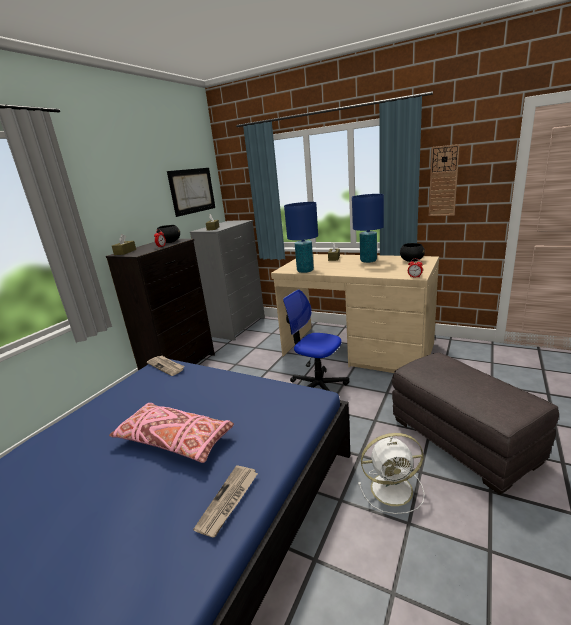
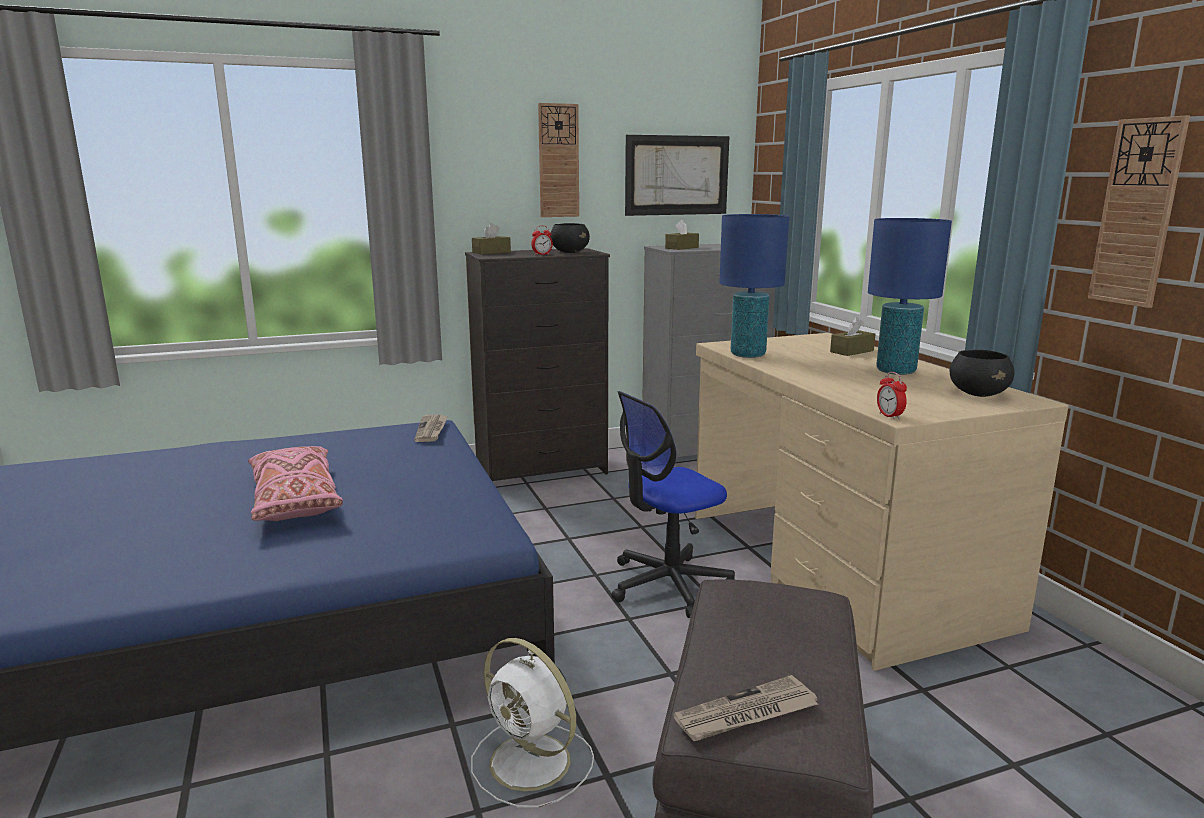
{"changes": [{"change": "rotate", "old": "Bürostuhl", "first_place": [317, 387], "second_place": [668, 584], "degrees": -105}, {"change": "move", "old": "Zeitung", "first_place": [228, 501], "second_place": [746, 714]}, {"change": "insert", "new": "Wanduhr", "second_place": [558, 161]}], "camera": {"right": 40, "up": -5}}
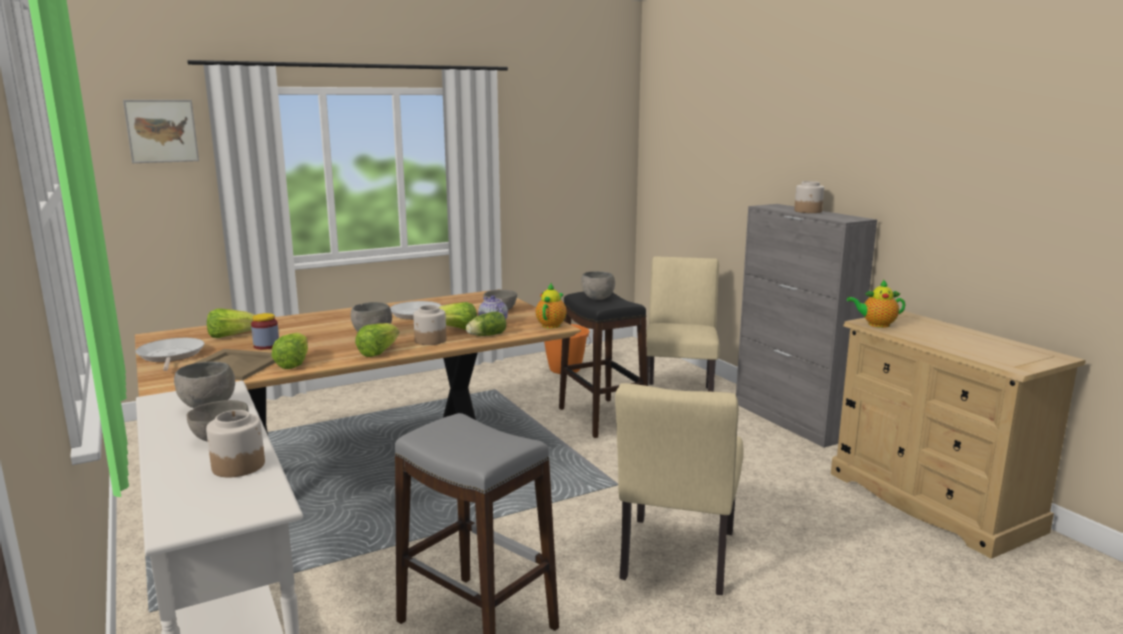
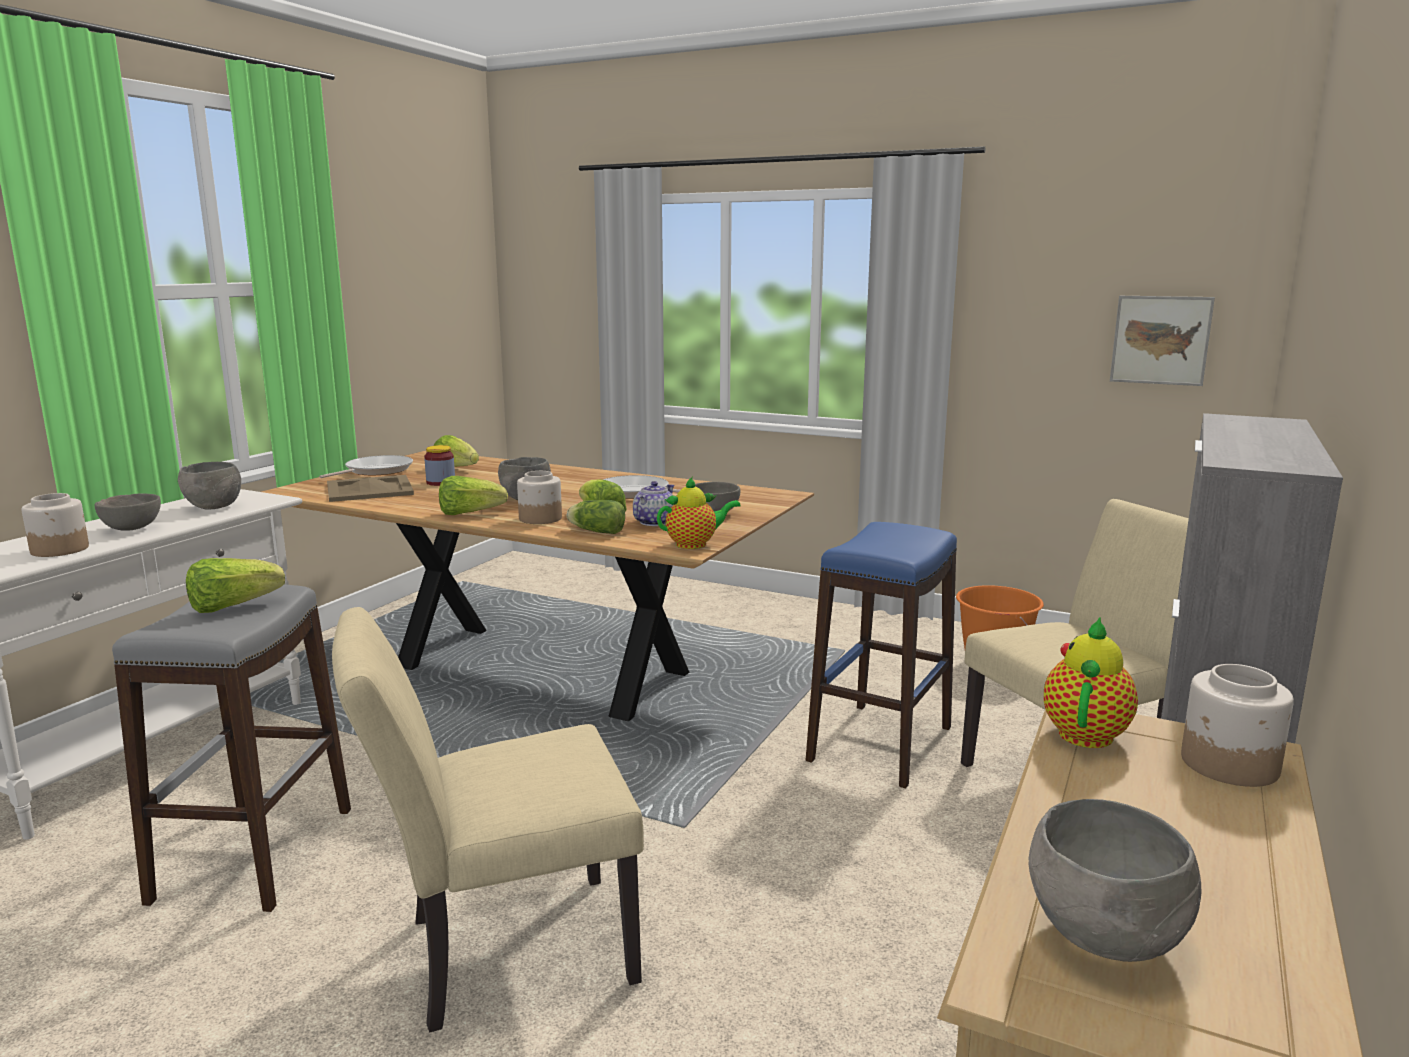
{"changes": [{"change": "move", "old": "Bild", "first_place": [161, 131], "second_place": [1160, 340]}, {"change": "move", "old": "Vorratsglas", "first_place": [808, 211], "second_place": [1229, 765]}, {"change": "move", "old": "Schüssel (grau)", "first_place": [598, 298], "second_place": [1105, 940]}, {"change": "rotate", "old": "Teekanne", "first_place": [876, 324], "second_place": [1086, 732], "degrees": 60}, {"change": "recolor", "old": "Hocker (schwarz)", "new": "Hocker (blau)", "first_place": [602, 418], "second_place": [880, 744]}, {"change": "move", "old": "Salatkopf", "first_place": [293, 363], "second_place": [233, 606]}], "camera": {"right": 55, "up": 0}}
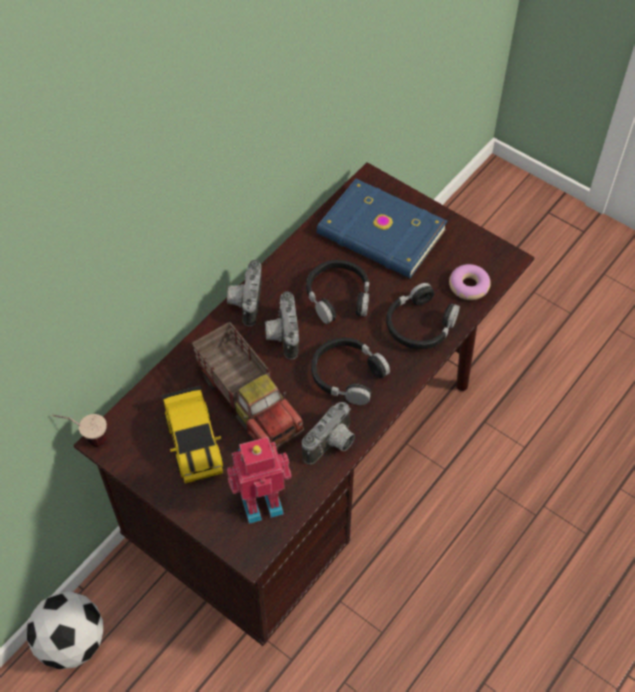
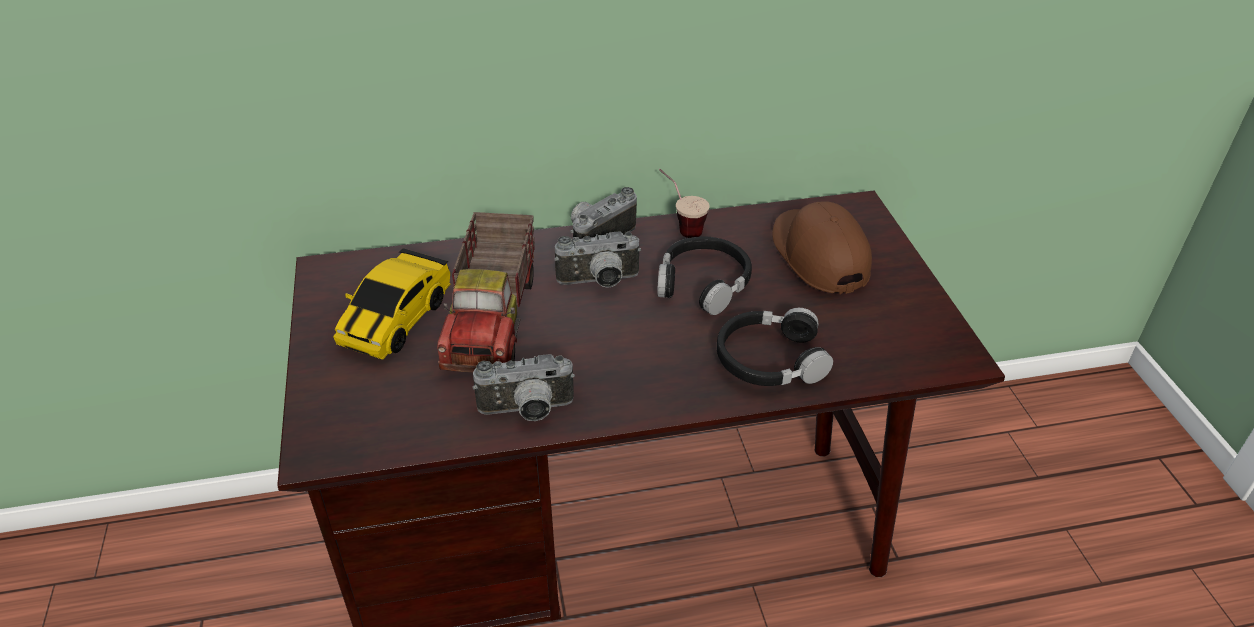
{"changes": [{"change": "replace", "old": "Buch (blau)", "new": "Kappe (braun)", "first_place": [381, 234], "second_place": [818, 255]}, {"change": "delete", "old": "Donut", "first_place": [468, 286]}, {"change": "rotate", "old": "Kamera", "first_place": [281, 335], "second_place": [599, 282], "degrees": -135}, {"change": "delete", "old": "Kopfhörer (schwarz)", "first_place": [347, 375]}, {"change": "move", "old": "Tasse", "first_place": [86, 439], "second_place": [680, 226]}, {"change": "delete", "old": "Spielzeugroboter", "first_place": [261, 501]}, {"change": "delete", "old": "Fußball", "first_place": [72, 642]}], "camera": {"right": 40, "up": -15}}
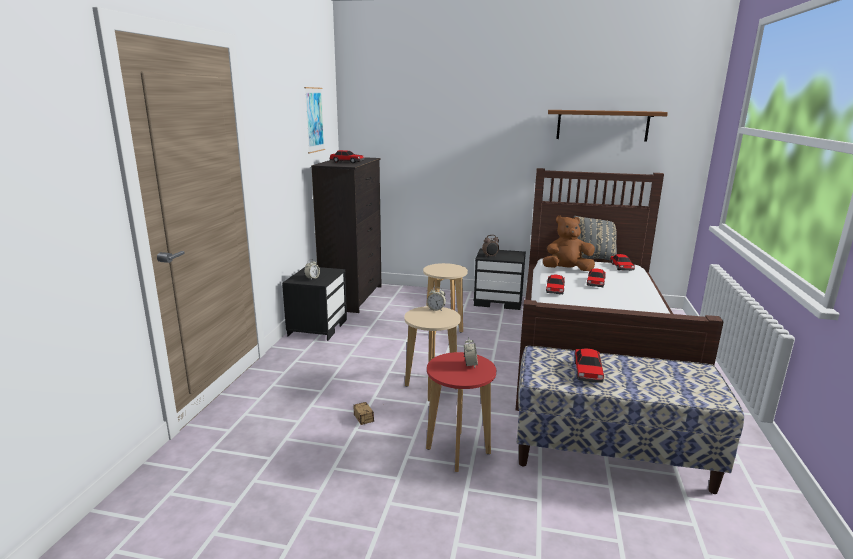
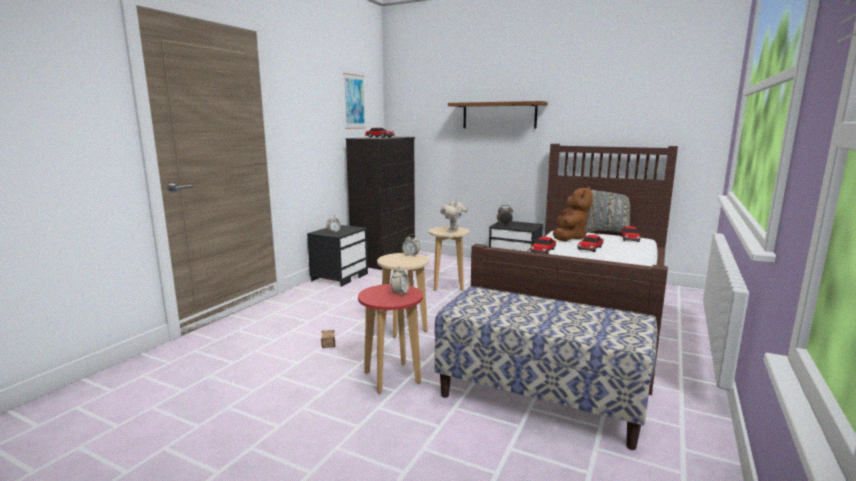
{"changes": [{"change": "move", "old": "Wandregal (braun)", "first_place": [602, 125], "second_place": [499, 115]}, {"change": "rotate", "old": "Plüschtier (braun)", "first_place": [567, 270], "second_place": [569, 238], "degrees": 105}, {"change": "delete", "old": "Spielzeugauto", "first_place": [587, 372]}, {"change": "insert", "new": "Spielzeugroboter", "second_place": [453, 231]}], "camera": {"right": 15, "up": -5}}
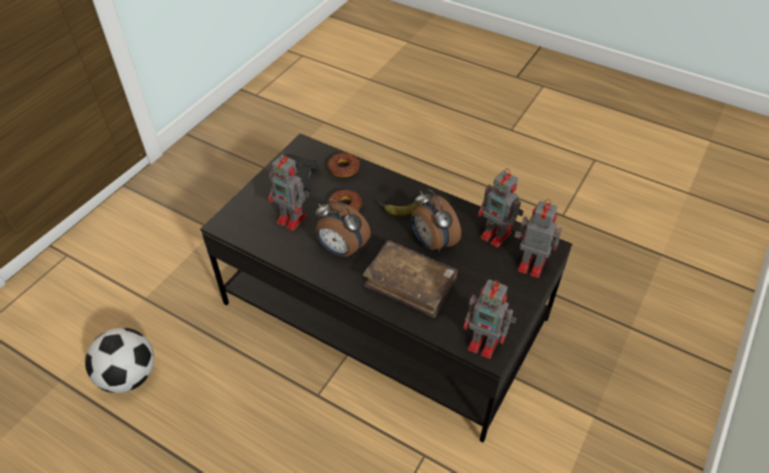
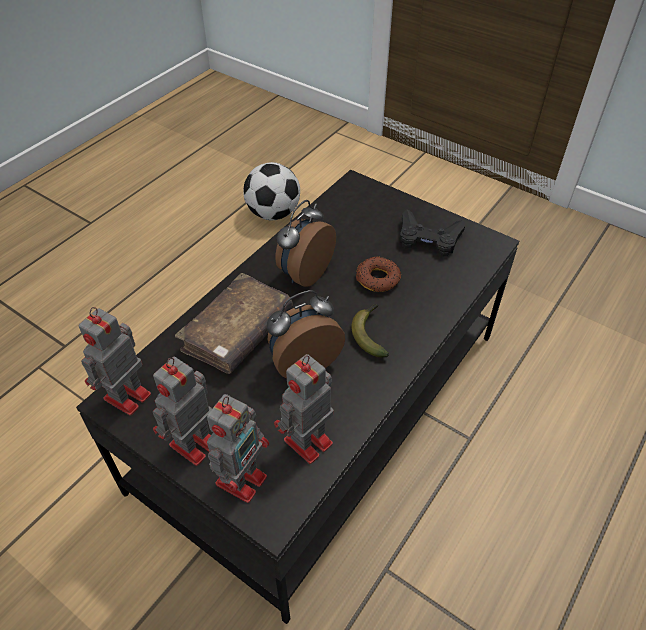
{"changes": [{"change": "move", "old": "Spielzeugroboter", "first_place": [293, 220], "second_place": [192, 446]}, {"change": "delete", "old": "Donut", "first_place": [344, 168]}], "camera": {"right": 95, "up": 0}}
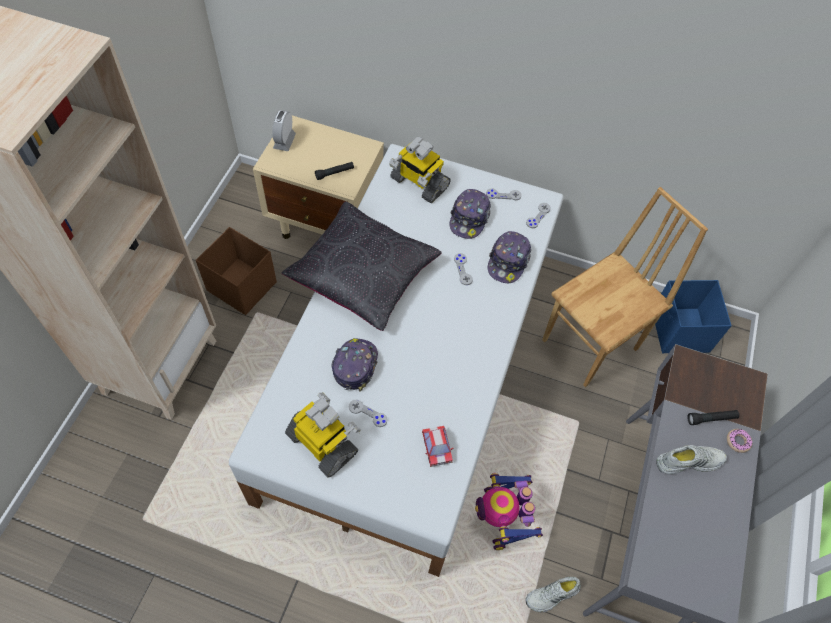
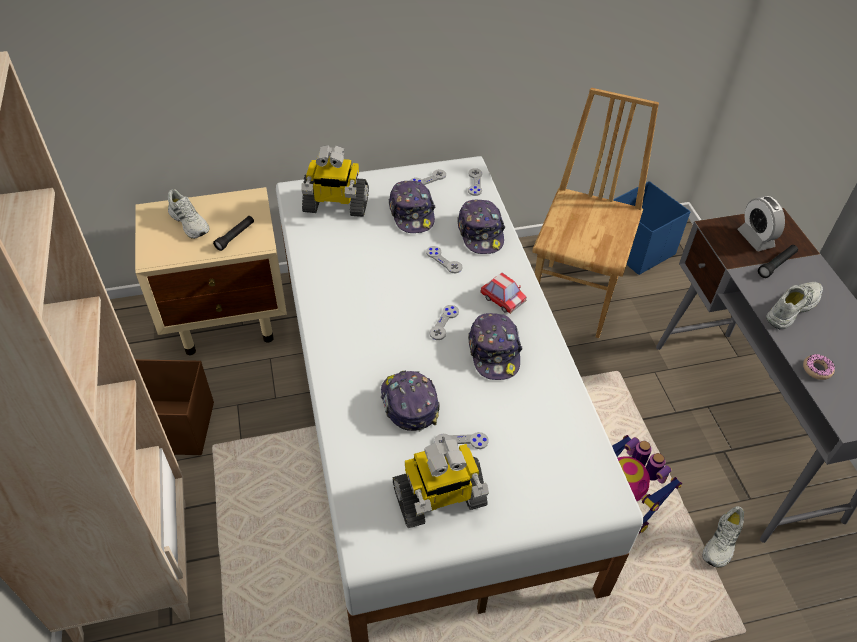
{"changes": [{"change": "move", "old": "Wecker", "first_place": [284, 141], "second_place": [755, 239]}, {"change": "delete", "old": "Kissen (schwarz)", "first_place": [363, 274]}, {"change": "rotate", "old": "Spielzeugroboter", "first_place": [323, 443], "second_place": [439, 499], "degrees": 150}, {"change": "move", "old": "Spielzeugauto", "first_place": [436, 448], "second_place": [502, 299]}, {"change": "move", "old": "Donut", "first_place": [738, 441], "second_place": [817, 369]}, {"change": "insert", "new": "Schuh (weiß)", "second_place": [190, 222]}, {"change": "insert", "new": "Gamepad (grau)", "second_place": [444, 323]}, {"change": "insert", "new": "Kappe", "second_place": [494, 352]}], "camera": {"right": -30, "up": -10}}
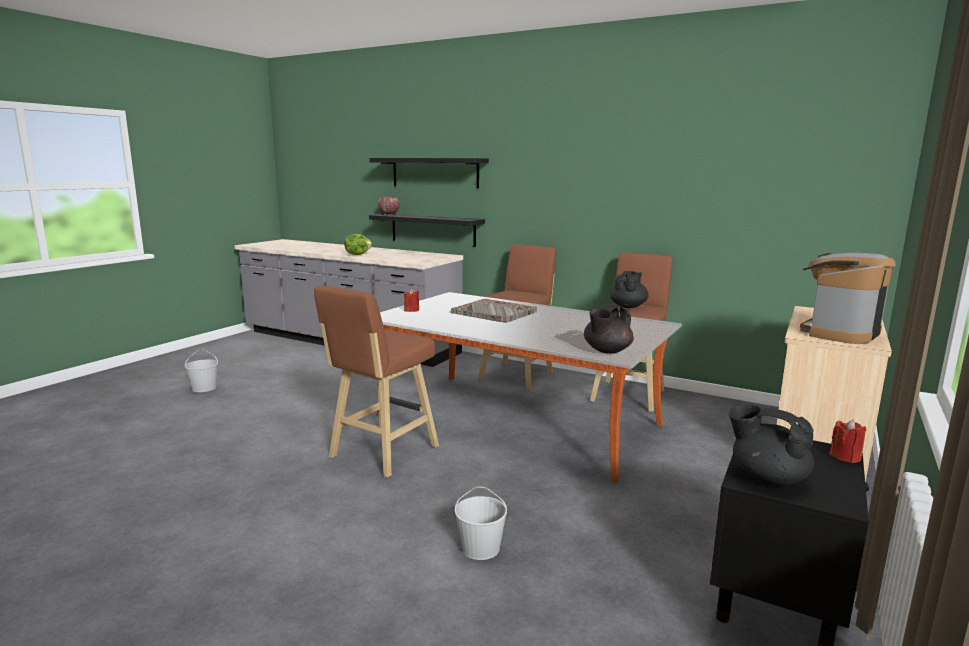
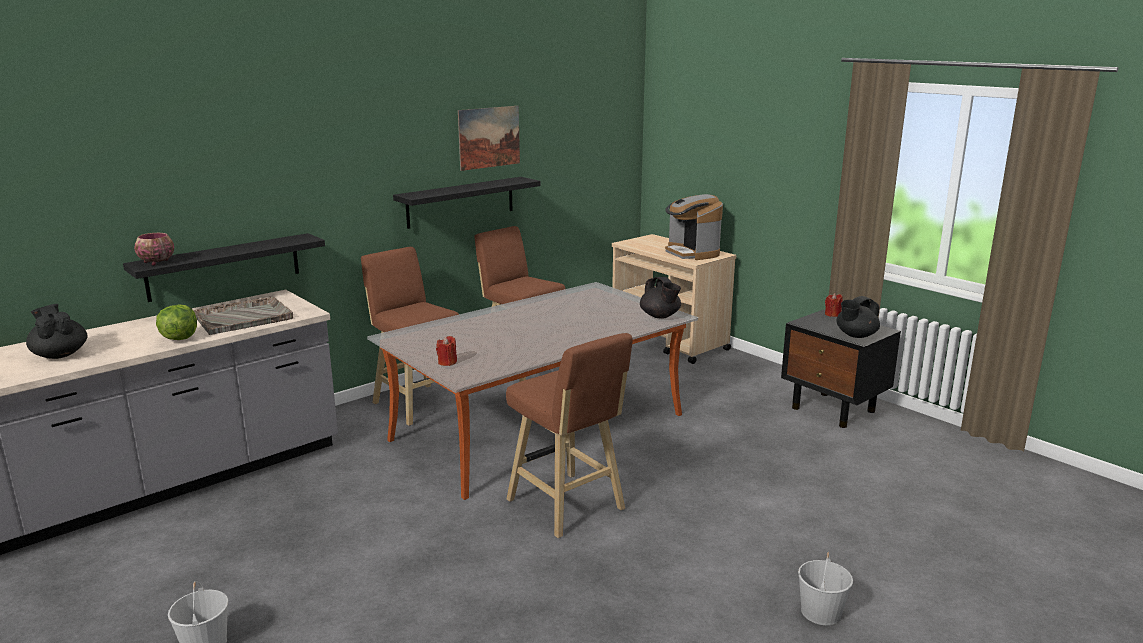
{"changes": [{"change": "move", "old": "Wandregal (schwarz)", "first_place": [434, 172], "second_place": [461, 202]}, {"change": "move", "old": "Teekanne (schwarz)", "first_place": [628, 306], "second_place": [60, 355]}, {"change": "move", "old": "Tablett (grau)", "first_place": [494, 312], "second_place": [244, 317]}, {"change": "move", "old": "Eimer (weiß)", "first_place": [479, 548], "second_place": [821, 612]}, {"change": "insert", "new": "Bild", "second_place": [489, 137]}], "camera": {"right": -70, "up": 5}}
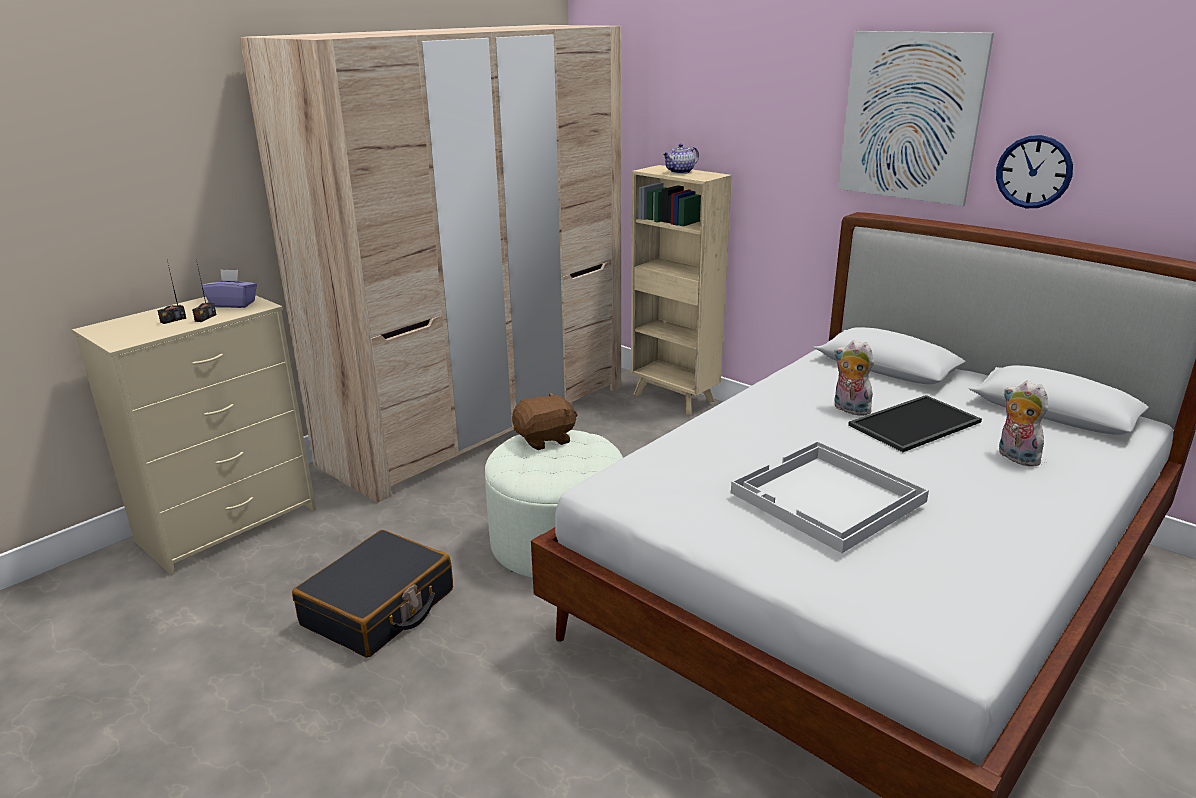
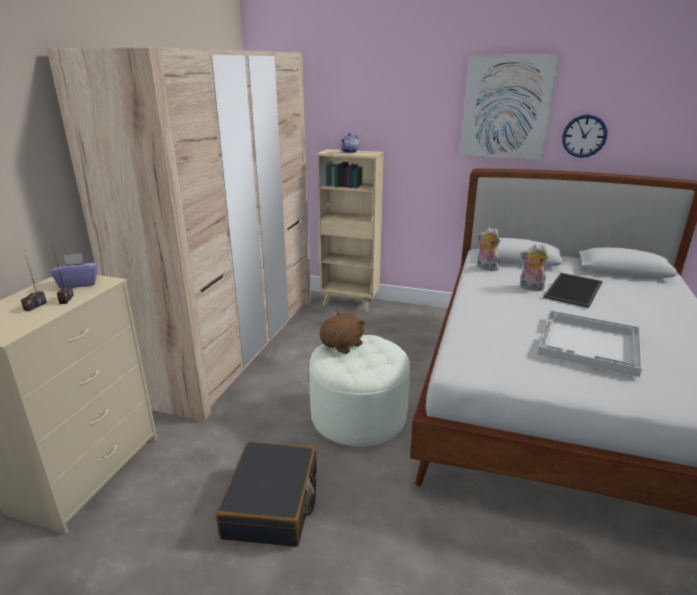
{"changes": [{"change": "move", "old": "Plüschtier", "first_place": [1015, 457], "second_place": [486, 268]}], "camera": {"right": -25, "up": 0}}
